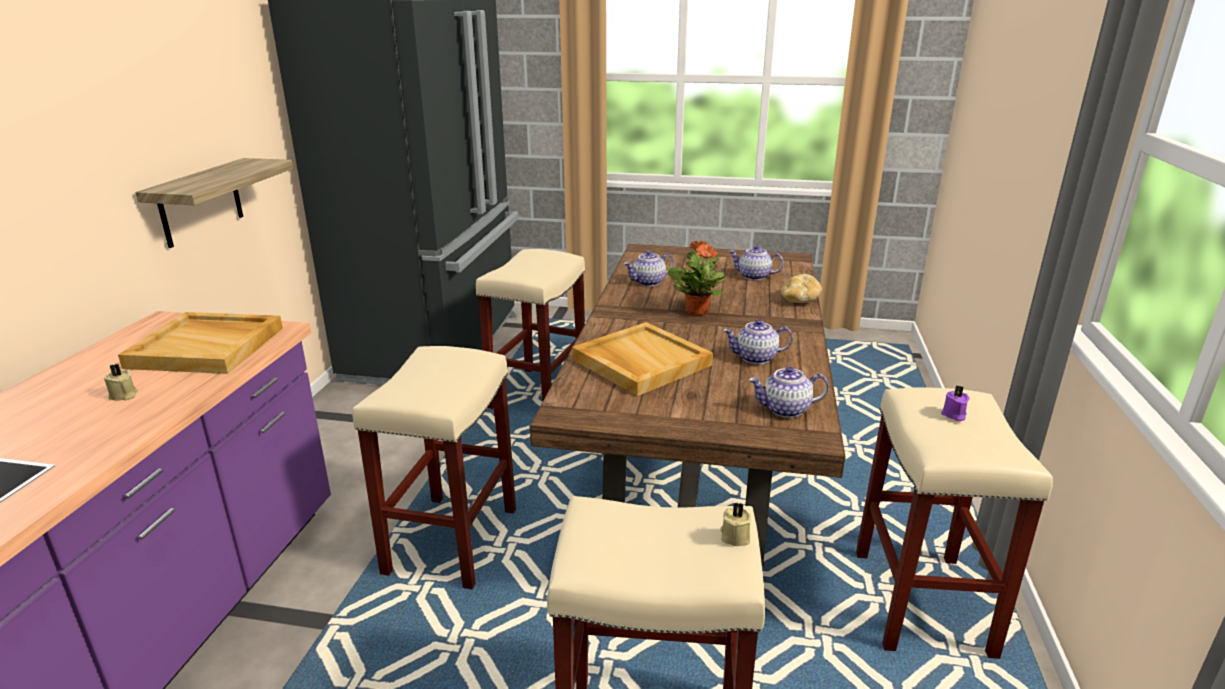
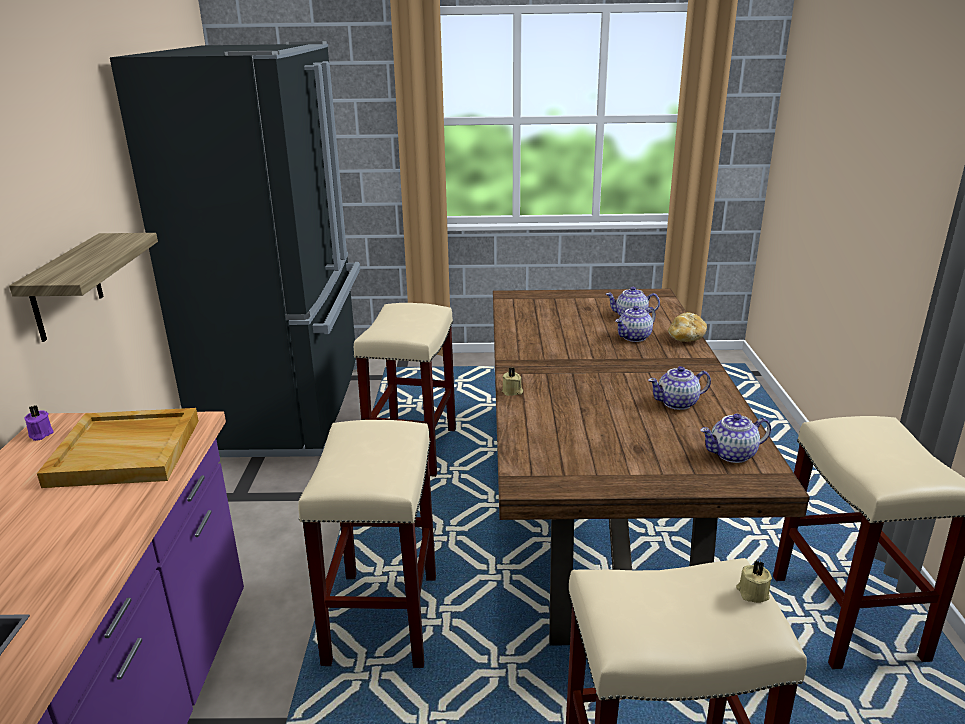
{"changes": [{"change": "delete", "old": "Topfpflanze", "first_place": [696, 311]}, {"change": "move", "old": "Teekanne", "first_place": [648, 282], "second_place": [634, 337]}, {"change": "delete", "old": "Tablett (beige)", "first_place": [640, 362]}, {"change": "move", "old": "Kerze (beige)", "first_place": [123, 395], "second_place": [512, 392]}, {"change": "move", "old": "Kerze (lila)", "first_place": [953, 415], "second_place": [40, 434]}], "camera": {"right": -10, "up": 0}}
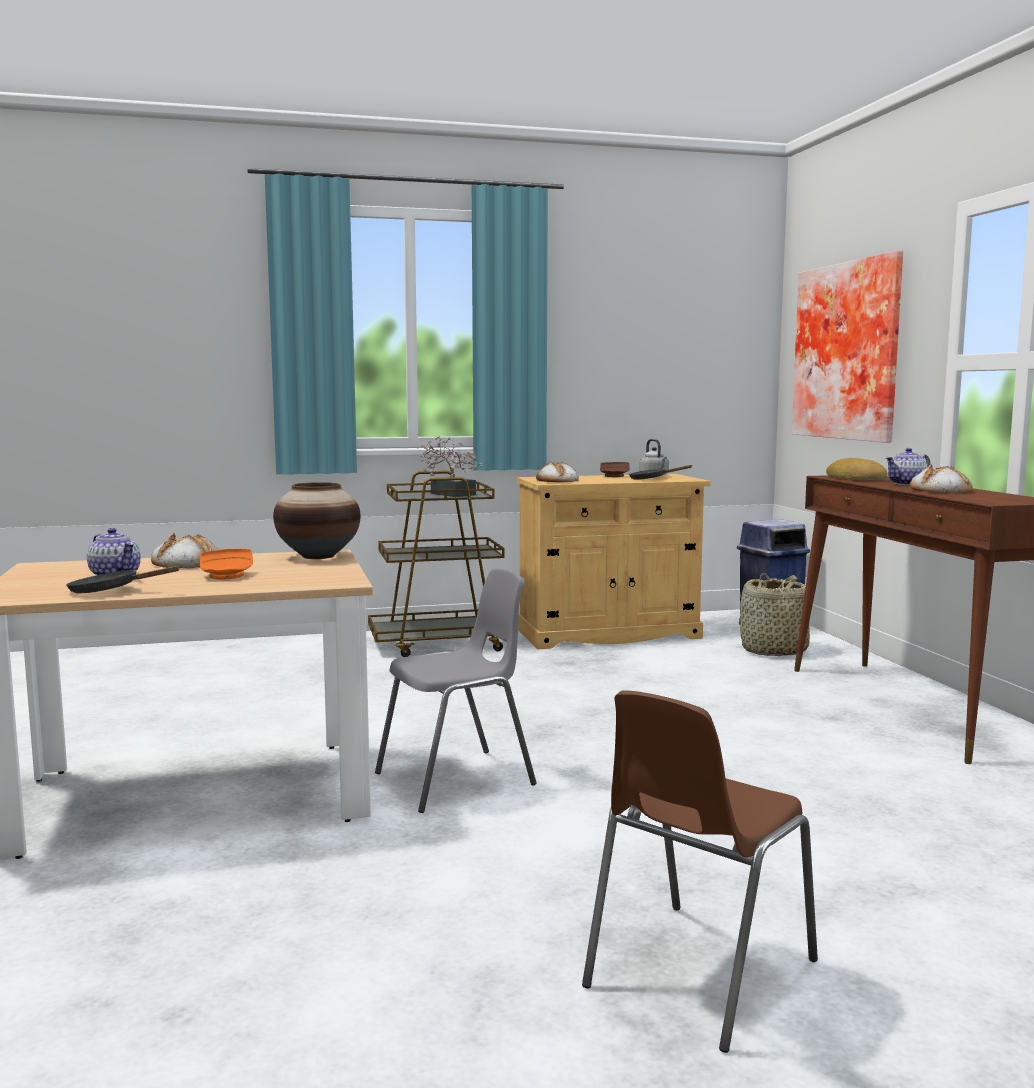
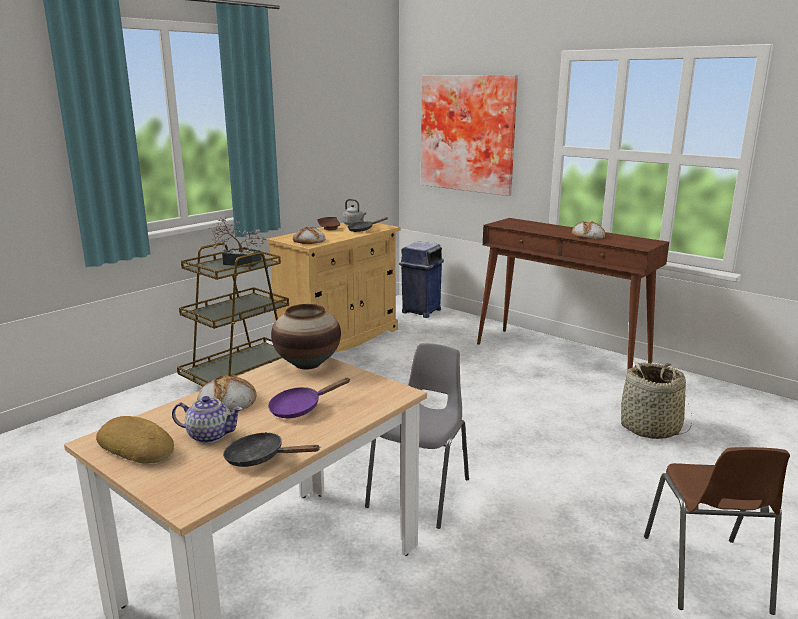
{"changes": [{"change": "delete", "old": "Teekanne", "first_place": [907, 484]}, {"change": "move", "old": "Brot", "first_place": [857, 478], "second_place": [138, 447]}, {"change": "replace", "old": "Teller (orange)", "new": "Pfanne (lila)", "first_place": [227, 575], "second_place": [300, 408]}, {"change": "rotate", "old": "Pfanne (schwarz)", "first_place": [111, 591], "second_place": [260, 458], "degrees": 45}, {"change": "move", "old": "Korb", "first_place": [773, 651], "second_place": [650, 428]}], "camera": {"right": -35, "up": 10}}
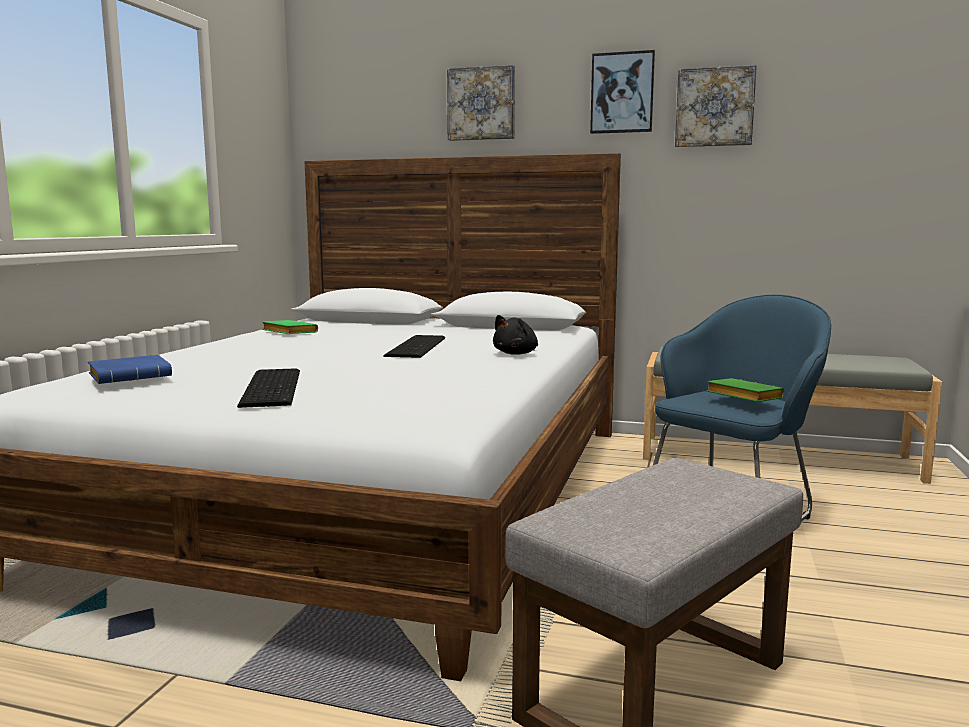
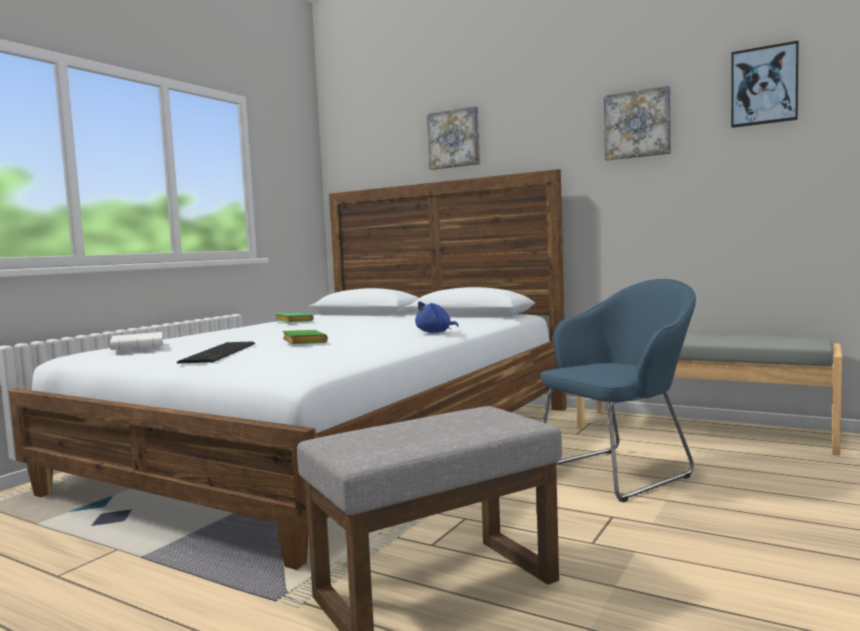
{"changes": [{"change": "move", "old": "Bild", "first_place": [622, 93], "second_place": [764, 86]}, {"change": "recolor", "old": "Plüschtier (schwarz)", "new": "Plüschtier (blau)", "first_place": [517, 354], "second_place": [435, 332]}, {"change": "delete", "old": "Tastatur", "first_place": [419, 346]}, {"change": "recolor", "old": "Buch (blau)", "new": "Buch (weiß)", "first_place": [132, 376], "second_place": [139, 346]}, {"change": "move", "old": "Buch (grün)", "first_place": [741, 396], "second_place": [302, 342]}], "camera": {"right": 15, "up": -5}}
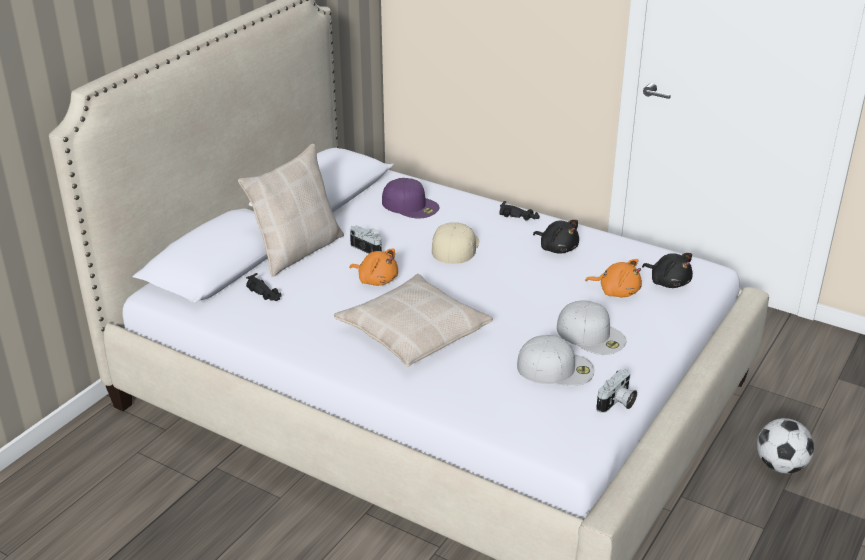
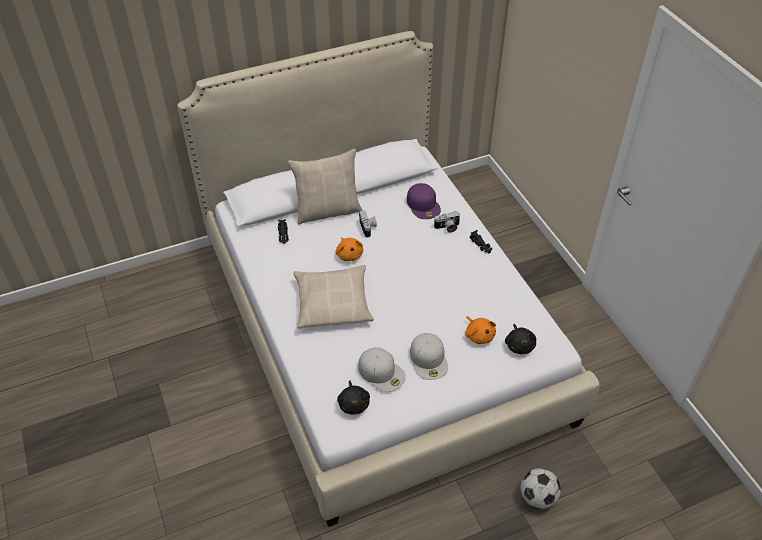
{"changes": [{"change": "move", "old": "Plüschtier (schwarz)", "first_place": [557, 248], "second_place": [354, 403]}, {"change": "delete", "old": "Kappe (beige)", "first_place": [454, 246]}, {"change": "move", "old": "Kamera", "first_place": [617, 403], "second_place": [447, 227]}], "camera": {"right": 35, "up": 15}}
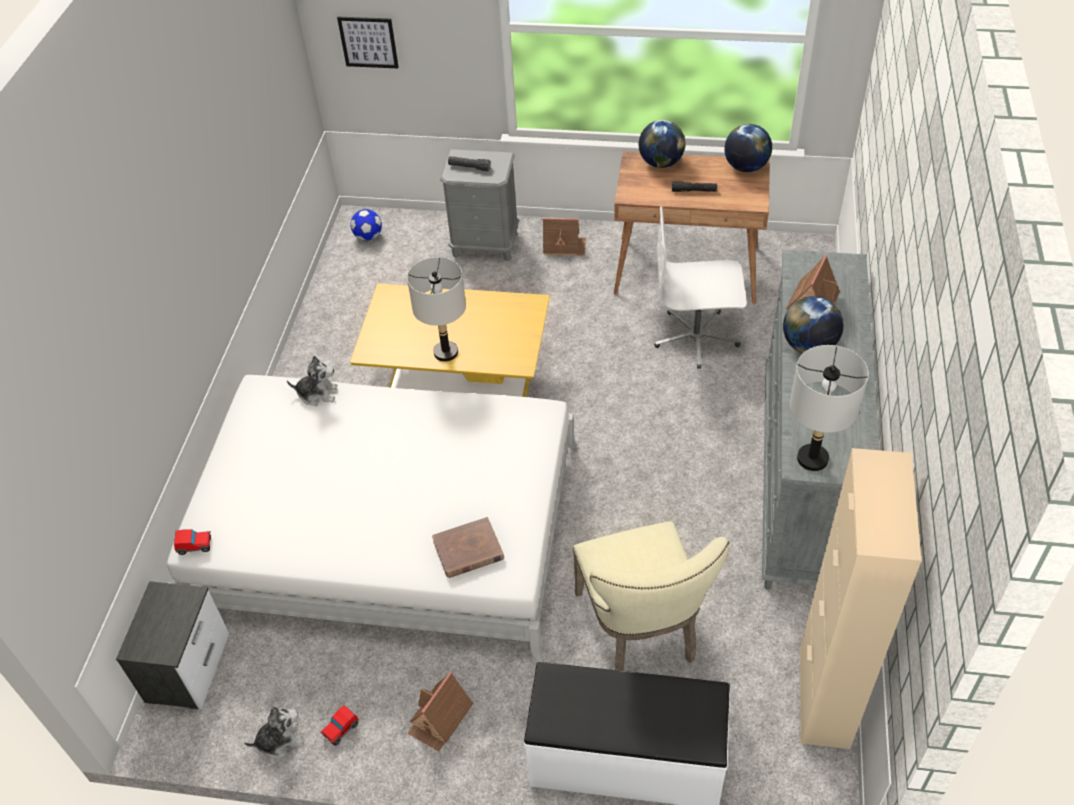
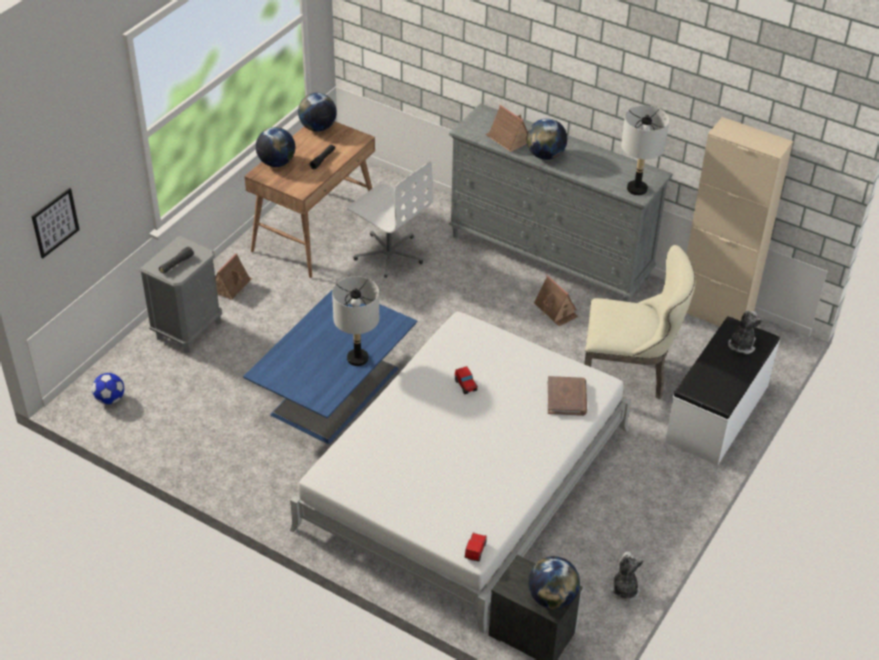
{"changes": [{"change": "rotate", "old": "Bürostuhl (weiß)", "first_place": [696, 338], "second_place": [389, 254], "degrees": -75}, {"change": "recolor", "old": "Couchtisch (gelb)", "new": "Couchtisch (blau)", "first_place": [457, 377], "second_place": [334, 393]}, {"change": "move", "old": "Plüschtier", "first_place": [317, 394], "second_place": [741, 345]}, {"change": "move", "old": "Spielzeughaus", "first_place": [440, 718], "second_place": [556, 310]}, {"change": "move", "old": "Spielzeugauto", "first_place": [341, 729], "second_place": [465, 385]}, {"change": "insert", "new": "Globus", "second_place": [552, 598]}], "camera": {"right": -70, "up": -5}}
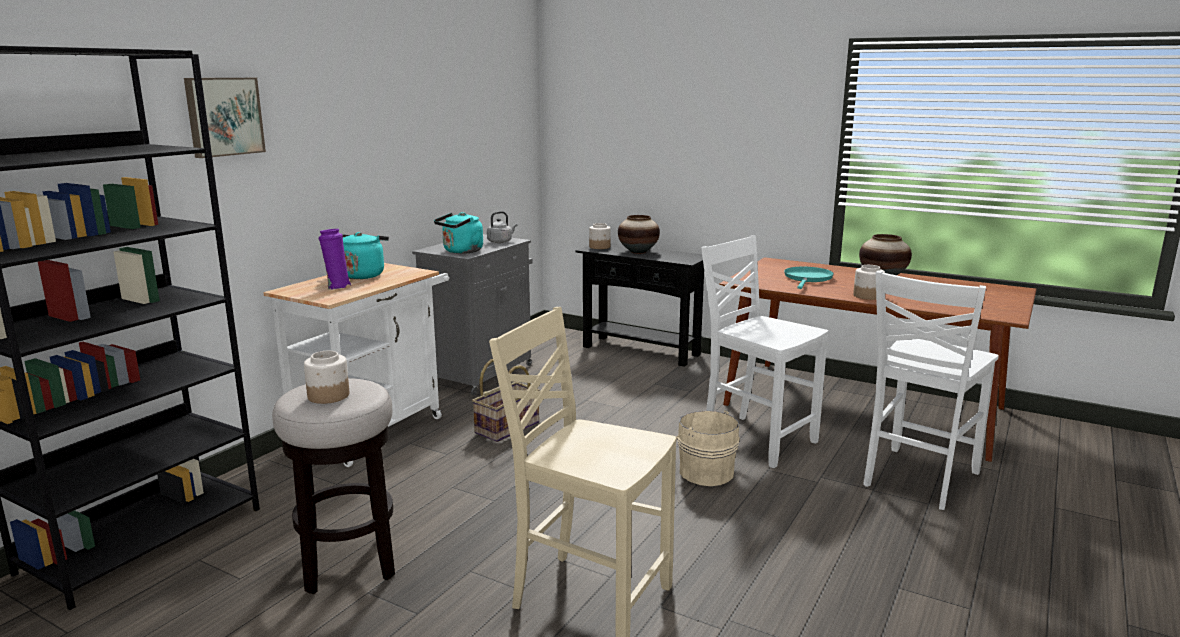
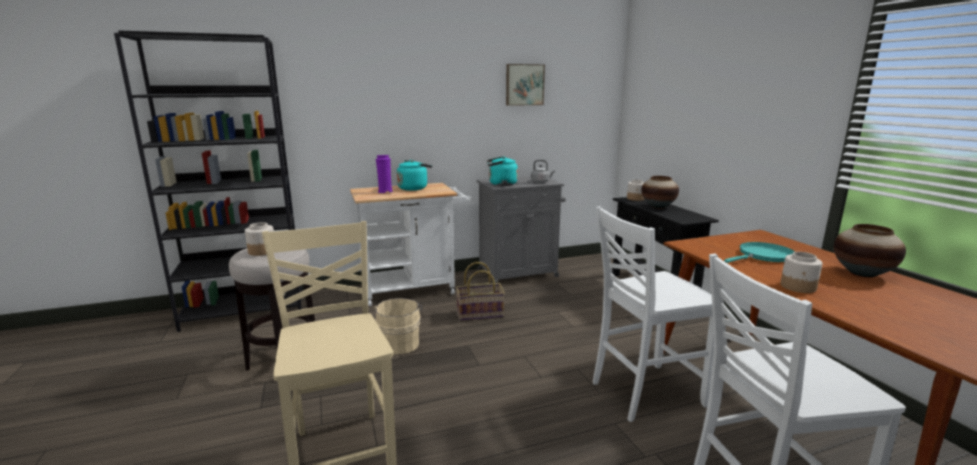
{"changes": [{"change": "move", "old": "Bild", "first_place": [223, 116], "second_place": [524, 85]}, {"change": "rotate", "old": "Stuhl (weiß)", "first_place": [756, 439], "second_place": [644, 392], "degrees": -105}, {"change": "move", "old": "Eimer (beige)", "first_place": [704, 472], "second_place": [400, 343]}], "camera": {"right": 40, "up": 0}}
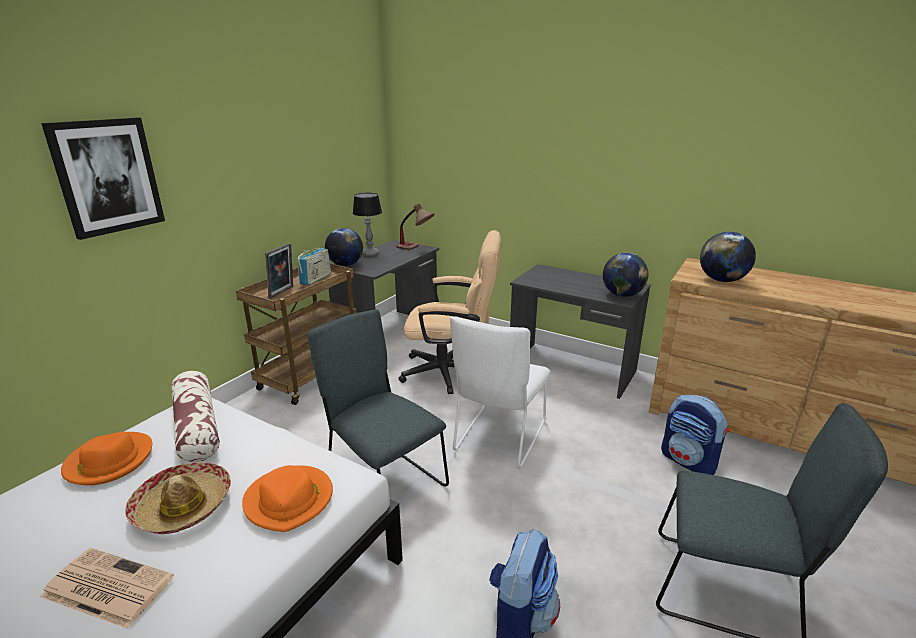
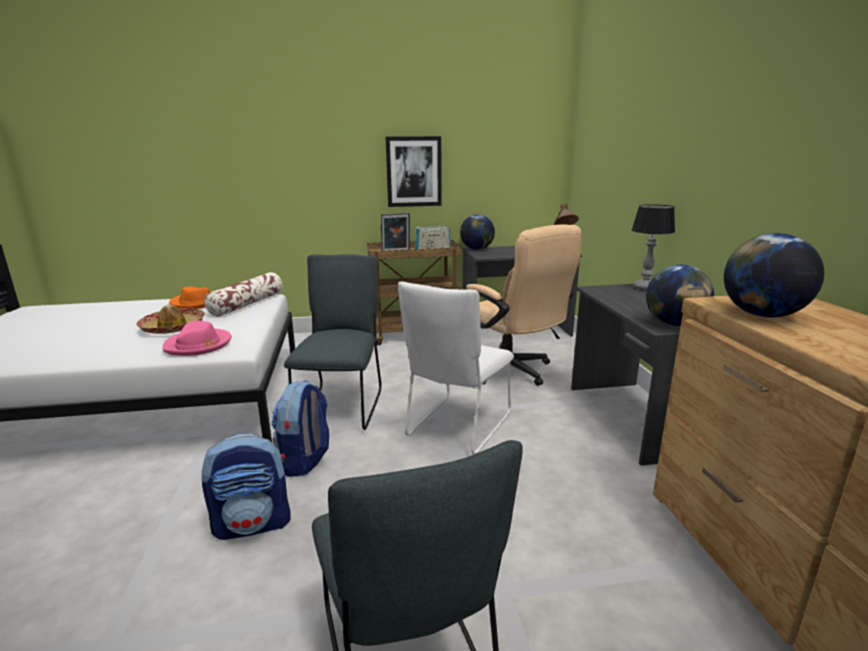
{"changes": [{"change": "move", "old": "Bild", "first_place": [107, 176], "second_place": [414, 171]}, {"change": "move", "old": "Tischlampe", "first_place": [370, 254], "second_place": [645, 288]}, {"change": "rotate", "old": "Stuhl (weiß)", "first_place": [498, 439], "second_place": [456, 427], "degrees": -45}, {"change": "move", "old": "Rucksack", "first_place": [689, 461], "second_place": [305, 460]}, {"change": "recolor", "old": "Hut (orange)", "new": "Hut (rosa)", "first_place": [290, 500], "second_place": [198, 345]}, {"change": "delete", "old": "Zeitung", "first_place": [106, 587]}], "camera": {"right": 50, "up": -5}}
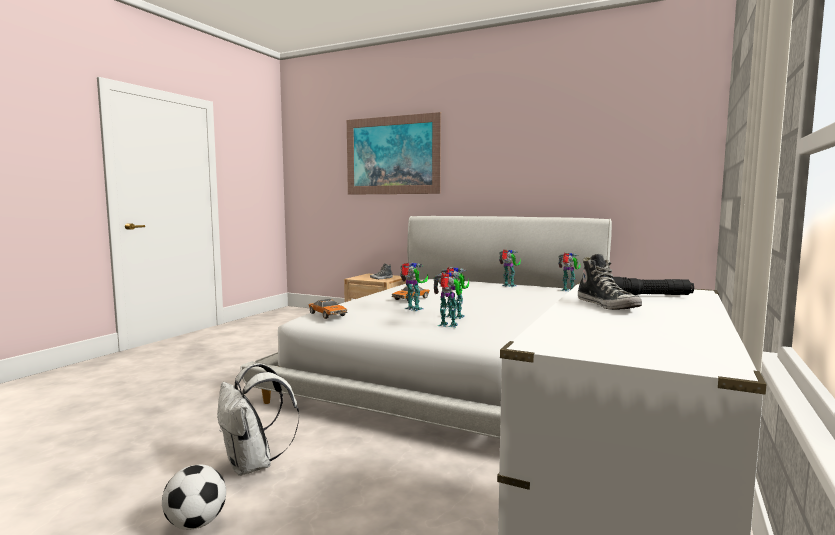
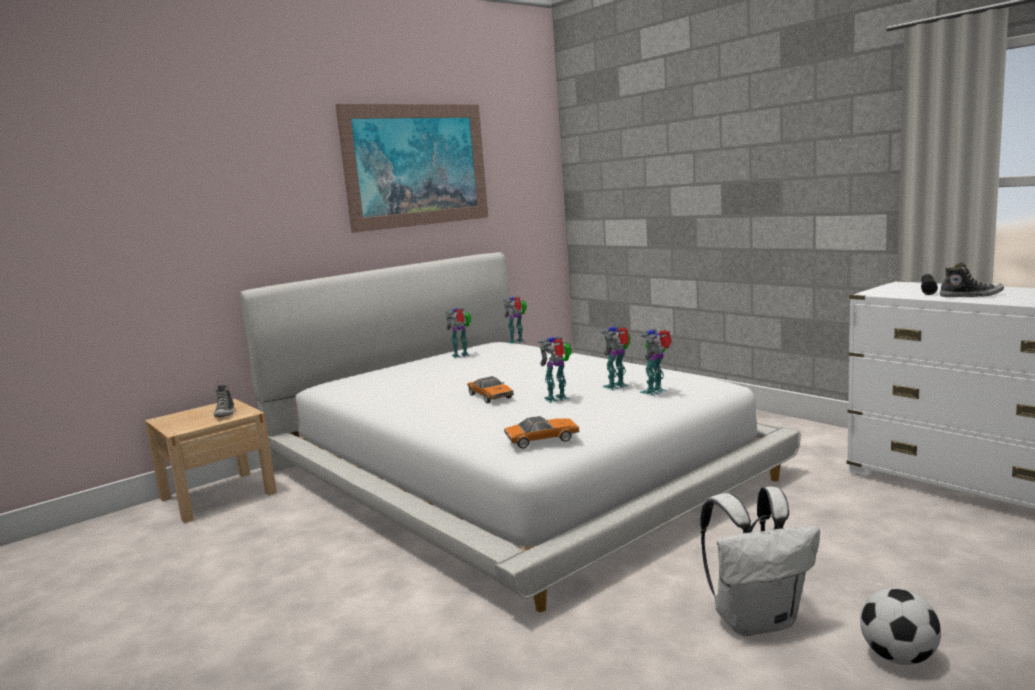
{"changes": [{"change": "move", "old": "Bild", "first_place": [392, 155], "second_place": [417, 165]}], "camera": {"right": -65, "up": 5}}
